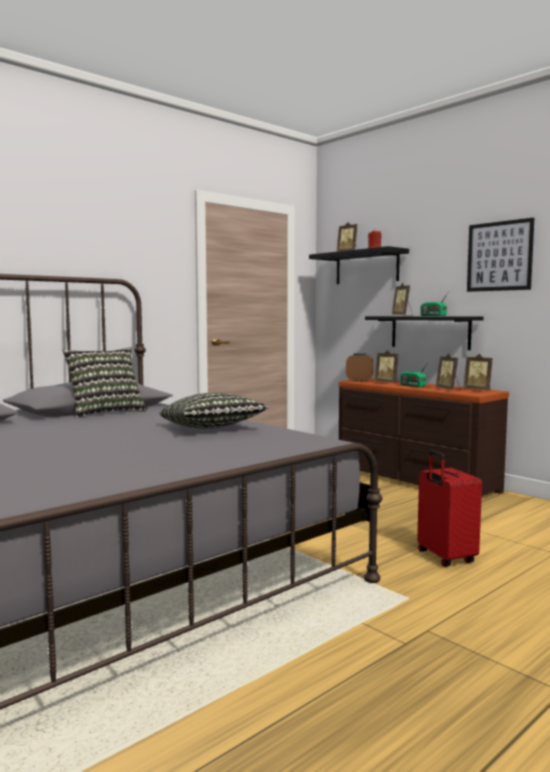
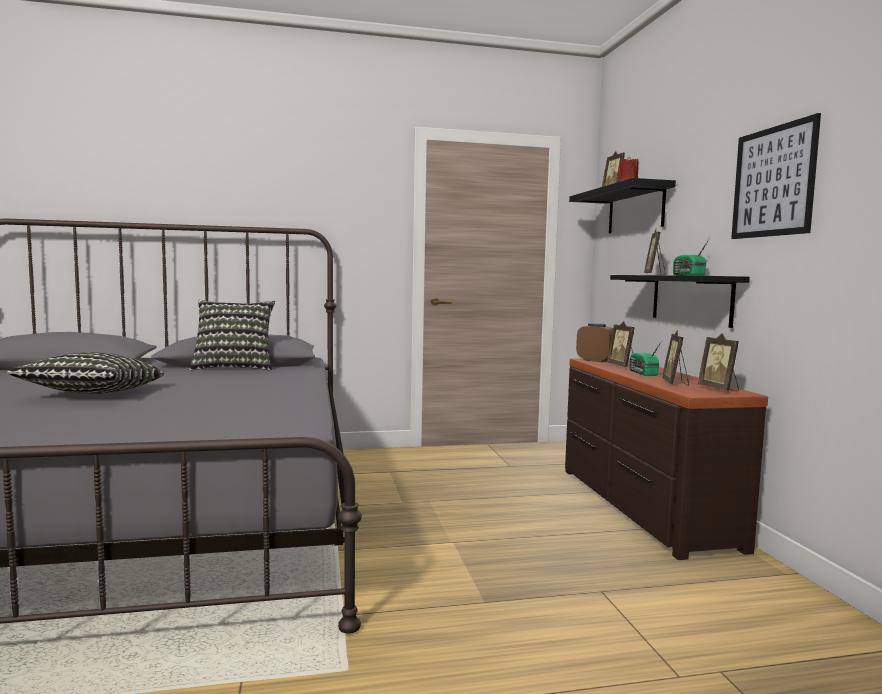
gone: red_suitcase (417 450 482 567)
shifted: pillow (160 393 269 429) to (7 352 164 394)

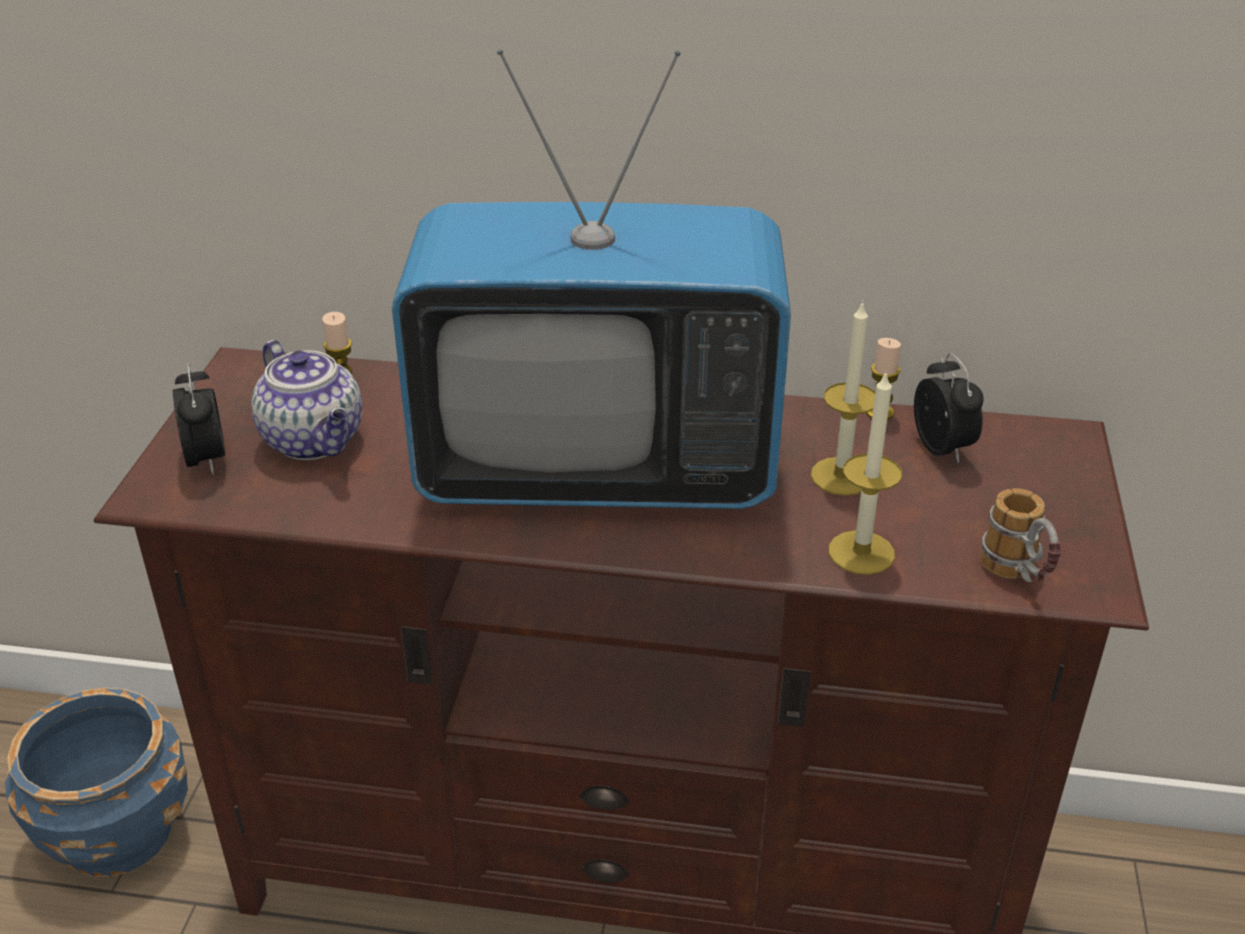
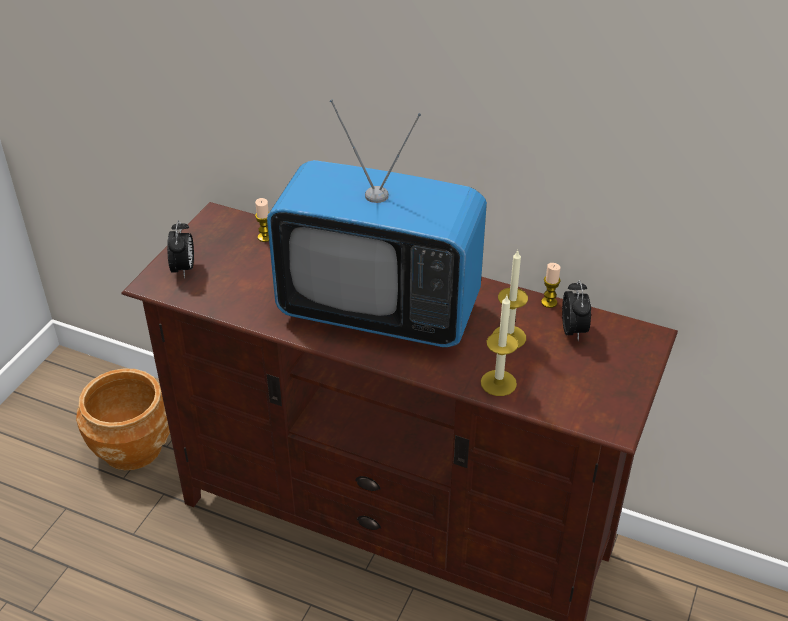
gone: teapot (251 340 362 460); mug (981 488 1061 587)
repainted: blue_planter (5 687 188 877) to brown_planter (76 368 170 470)

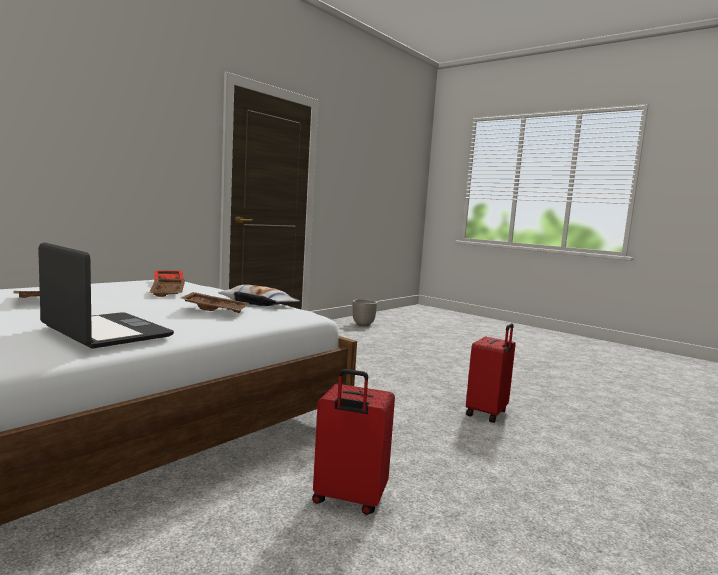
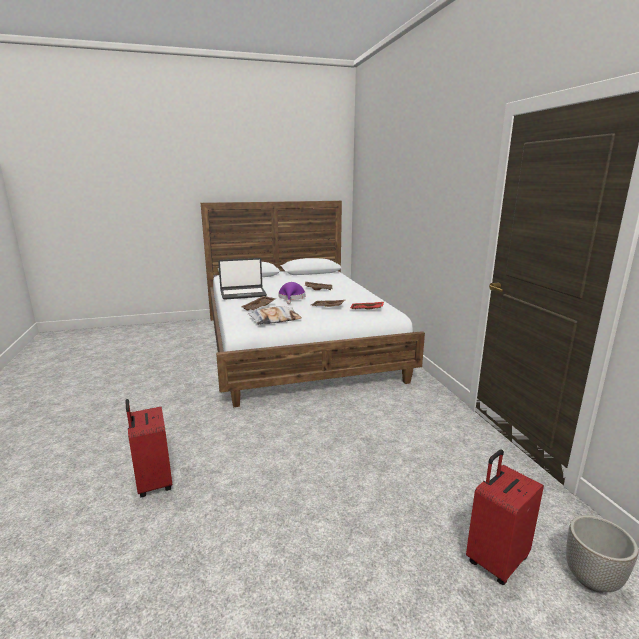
new: purple_hat (278 282 305 304)
shifted: red_suitcase (312 369 395 515) to (466 449 544 585)

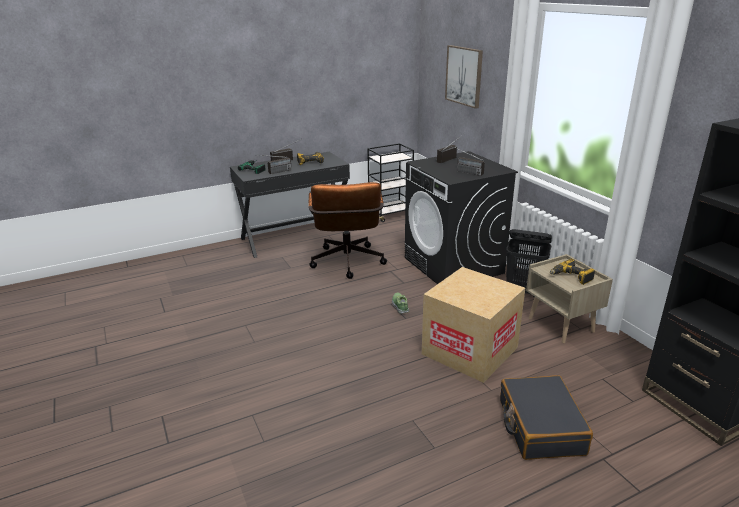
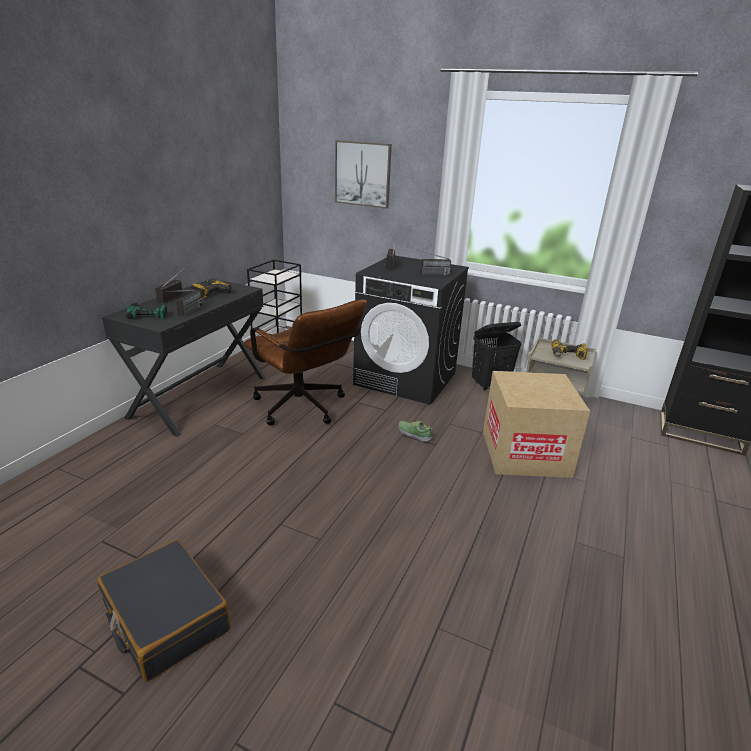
shifted: black_suitcase (500 375 593 460) to (97 539 230 682)

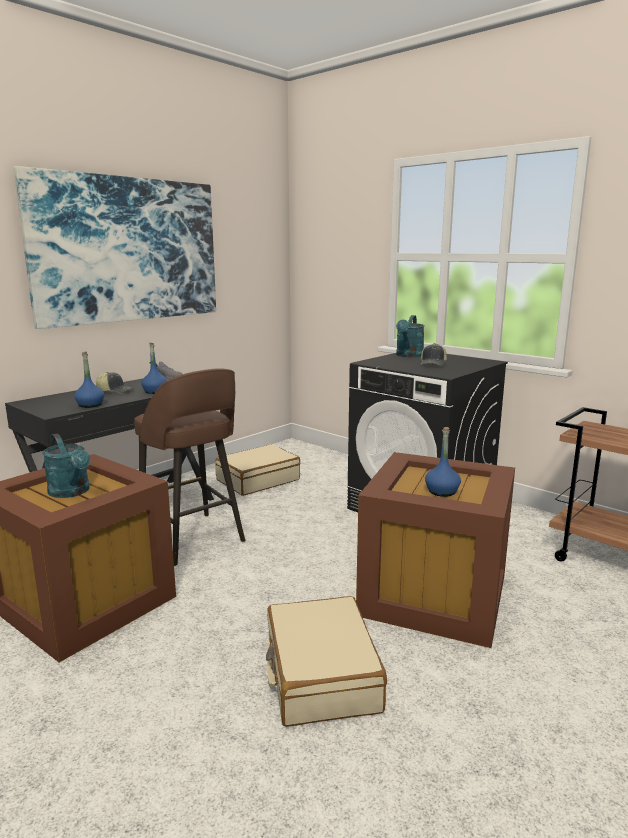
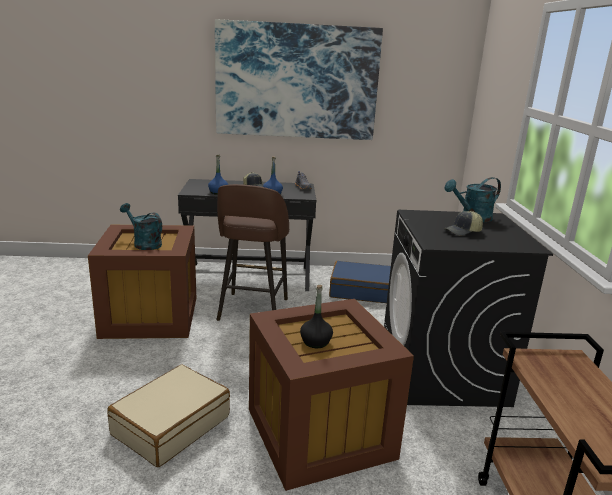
repainted: blue_bottle (425 427 461 497) to black_bottle (300 285 333 348); beige_suitcase (215 444 300 496) to blue_suitcase (329 261 391 303)
rotated: turquoise_watering_can (42 434 90 498) = (120 203 162 250) 120 degrees clockwise

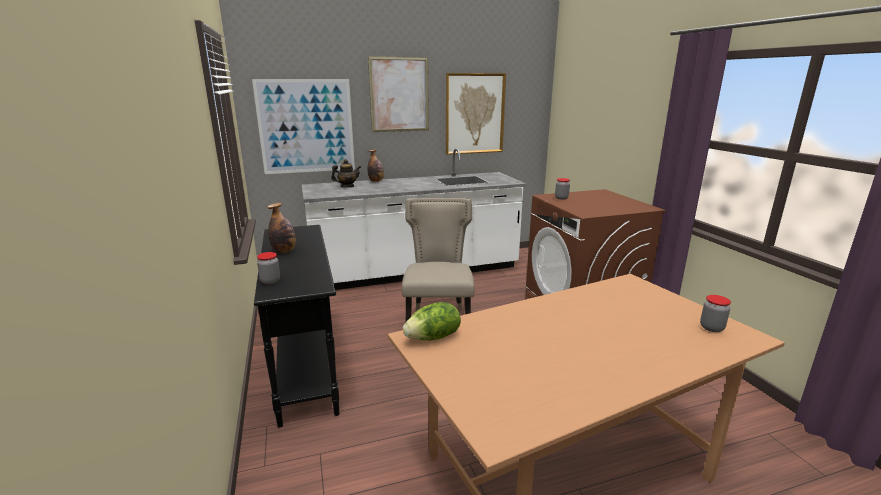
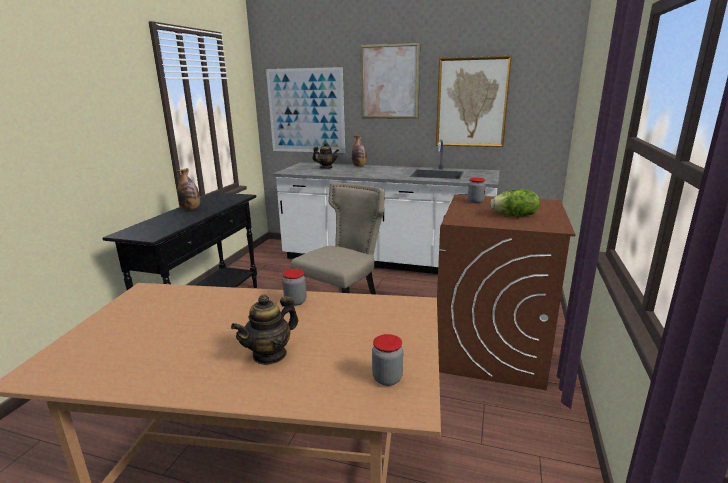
new: teapot (231 294 298 365)
shifted: jar (257 252 280 284) to (283 269 307 306); lettuce (403 302 461 341) to (490 189 540 217)

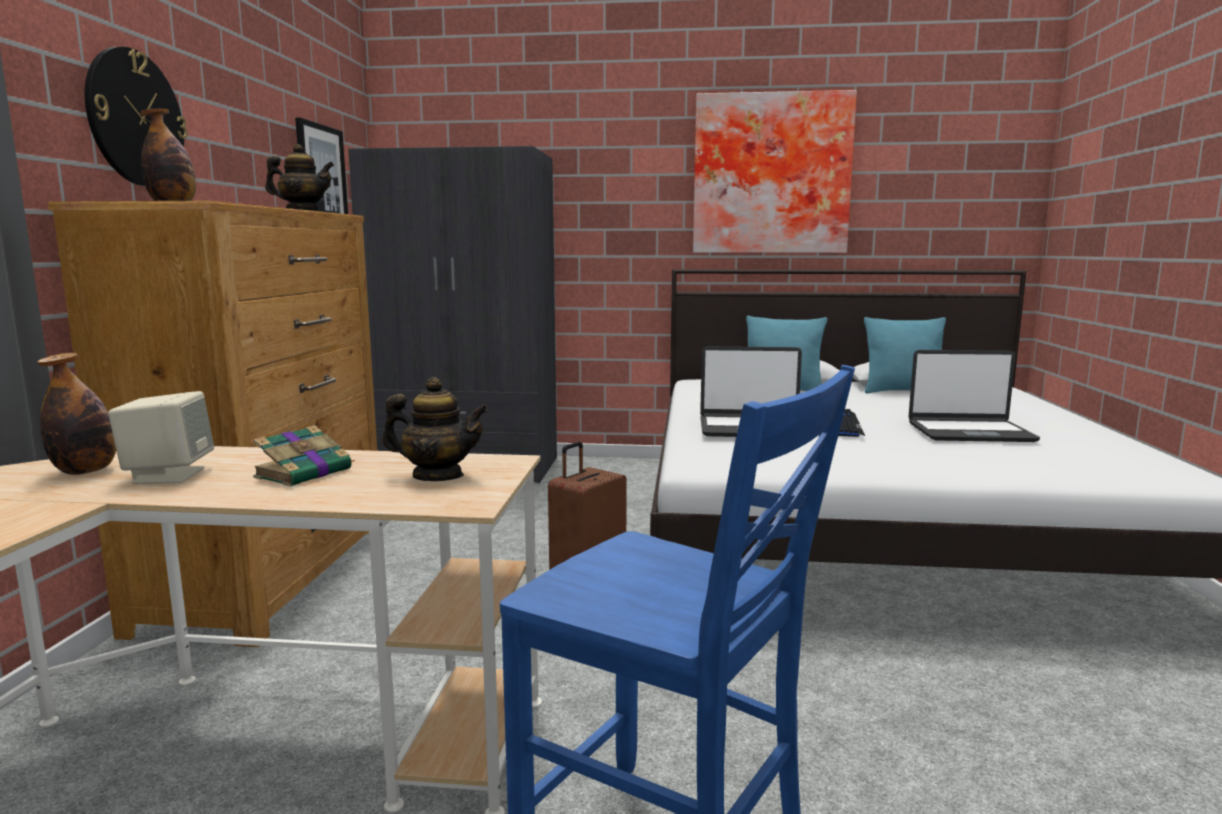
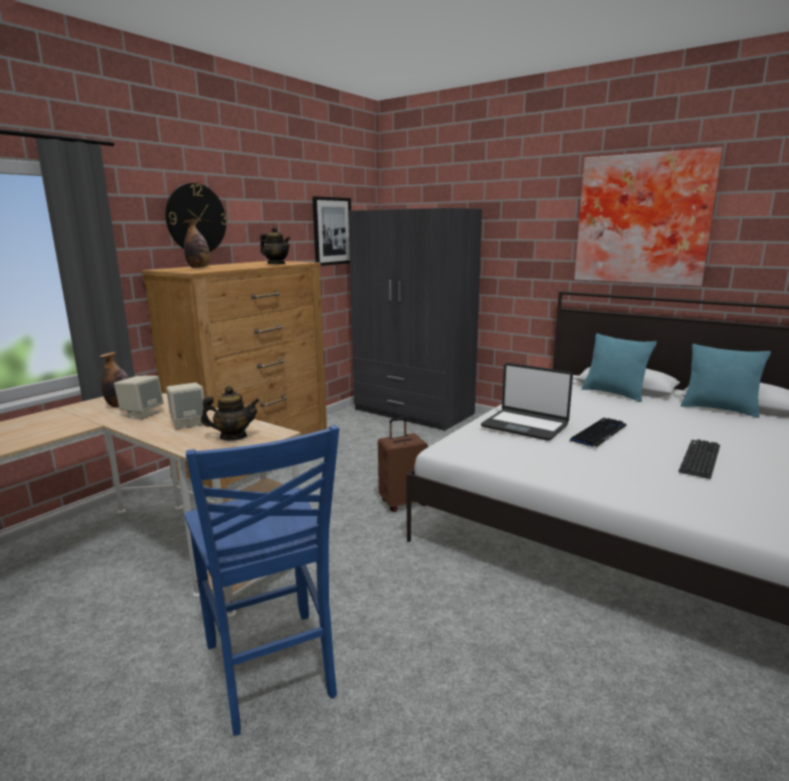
swapped: book (253 425 355 487) to beige_speaker (166 383 204 429); laptop (909 350 1040 442) to keyboard (678 439 720 479)
rotated: teapot (382 377 489 481) = (201 386 260 441) 45 degrees counterclockwise

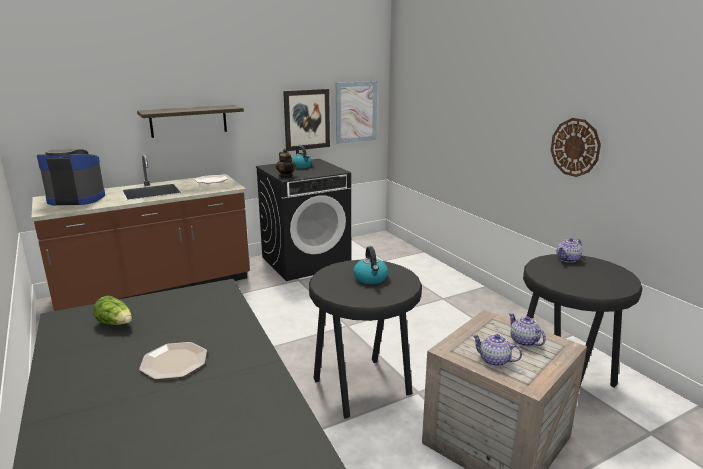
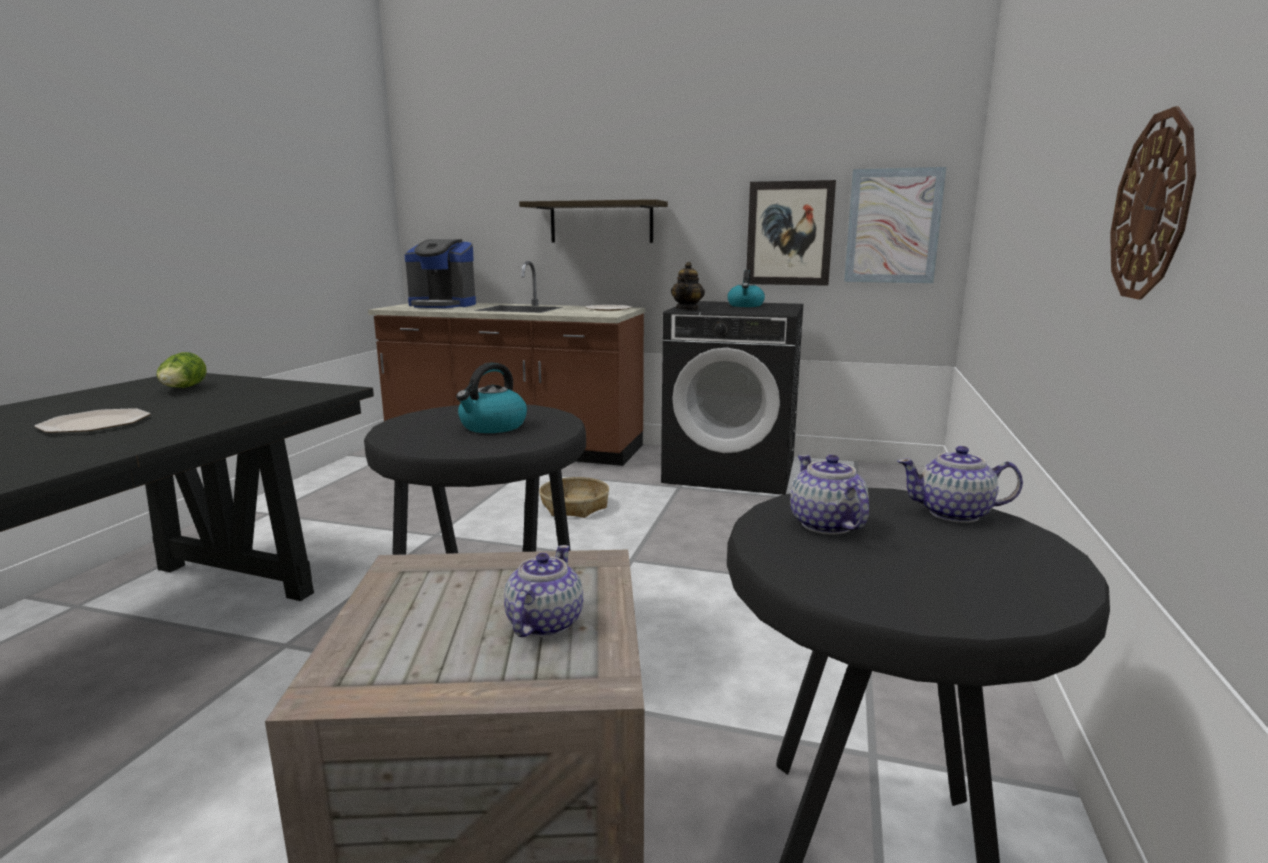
new: basket (539 477 609 518)
shifted: teapot (472 334 522 367) to (790 455 869 535)
rotated: coffee_machine (37 149 105 205) = (404 239 476 308) 150 degrees clockwise

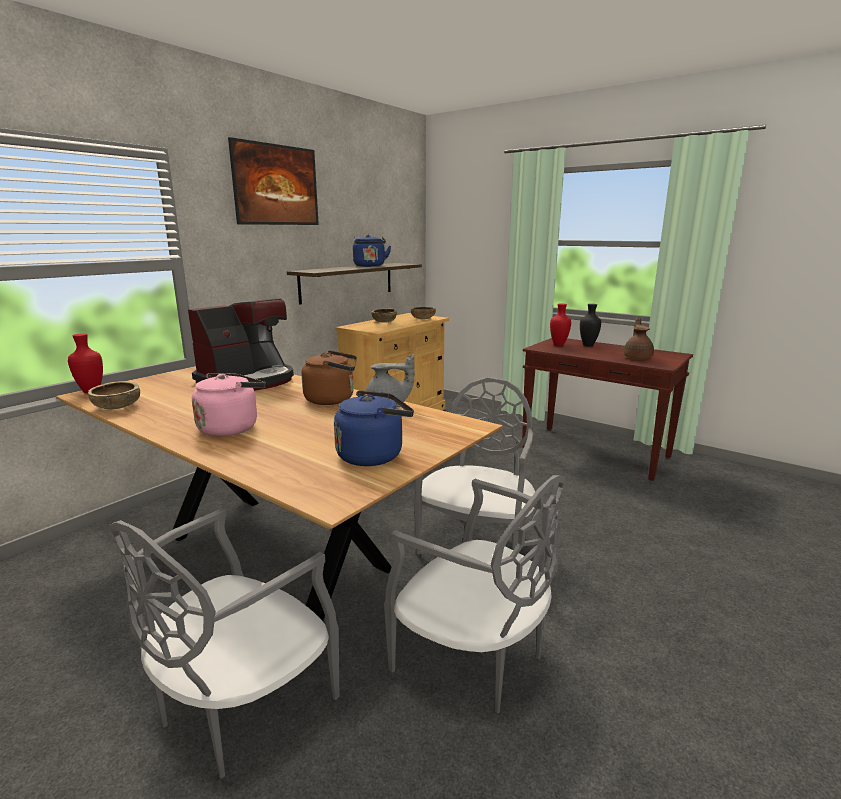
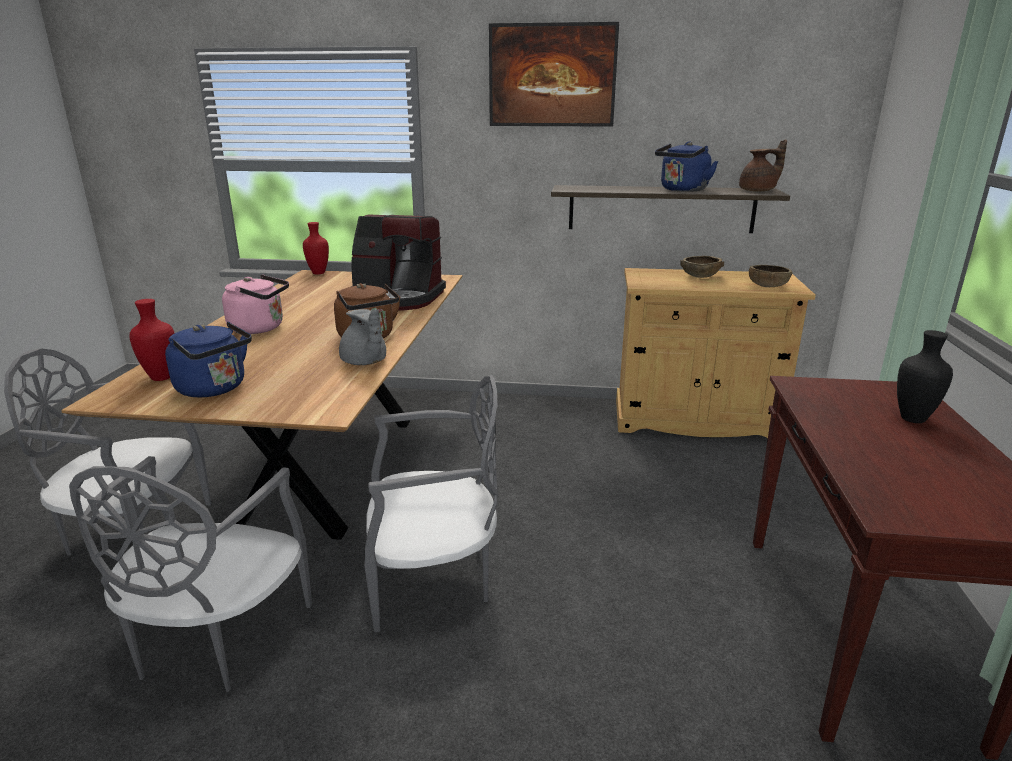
gone: brown_bowl (88 381 140 410)
shifted: red_vase (550 304 571 346) to (129 299 175 381); brown_teapot (624 317 654 359) to (739 139 787 191)

